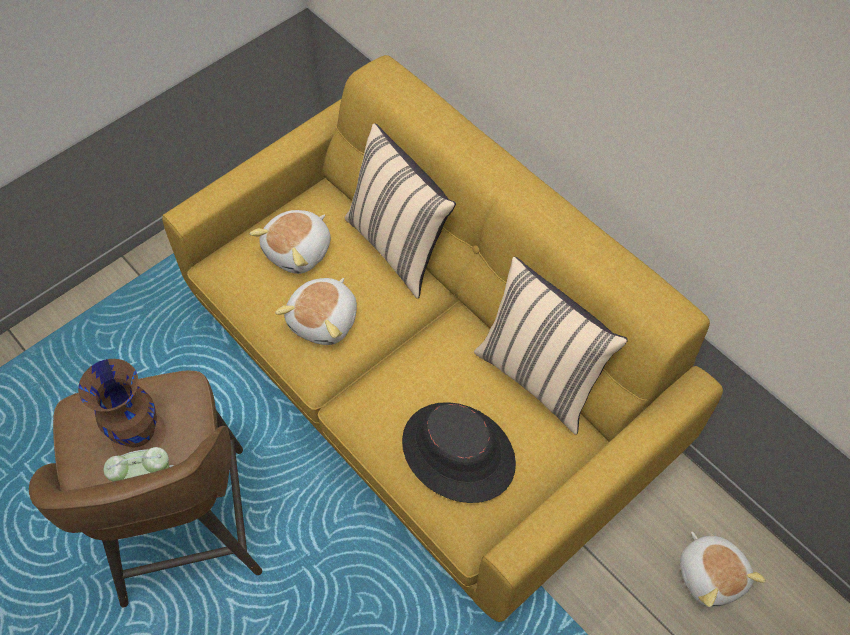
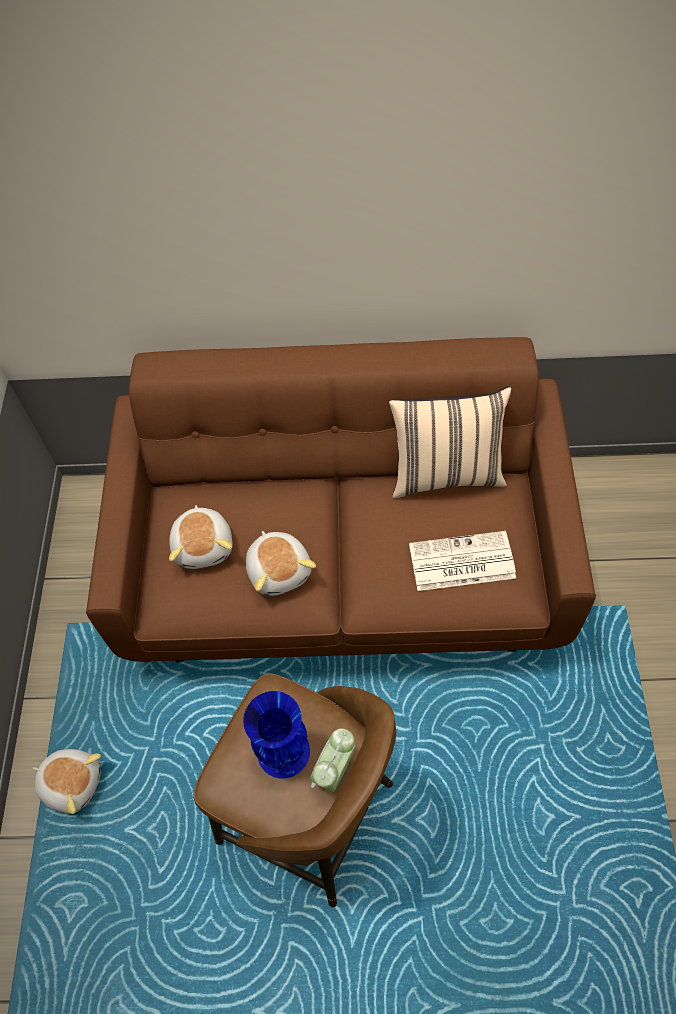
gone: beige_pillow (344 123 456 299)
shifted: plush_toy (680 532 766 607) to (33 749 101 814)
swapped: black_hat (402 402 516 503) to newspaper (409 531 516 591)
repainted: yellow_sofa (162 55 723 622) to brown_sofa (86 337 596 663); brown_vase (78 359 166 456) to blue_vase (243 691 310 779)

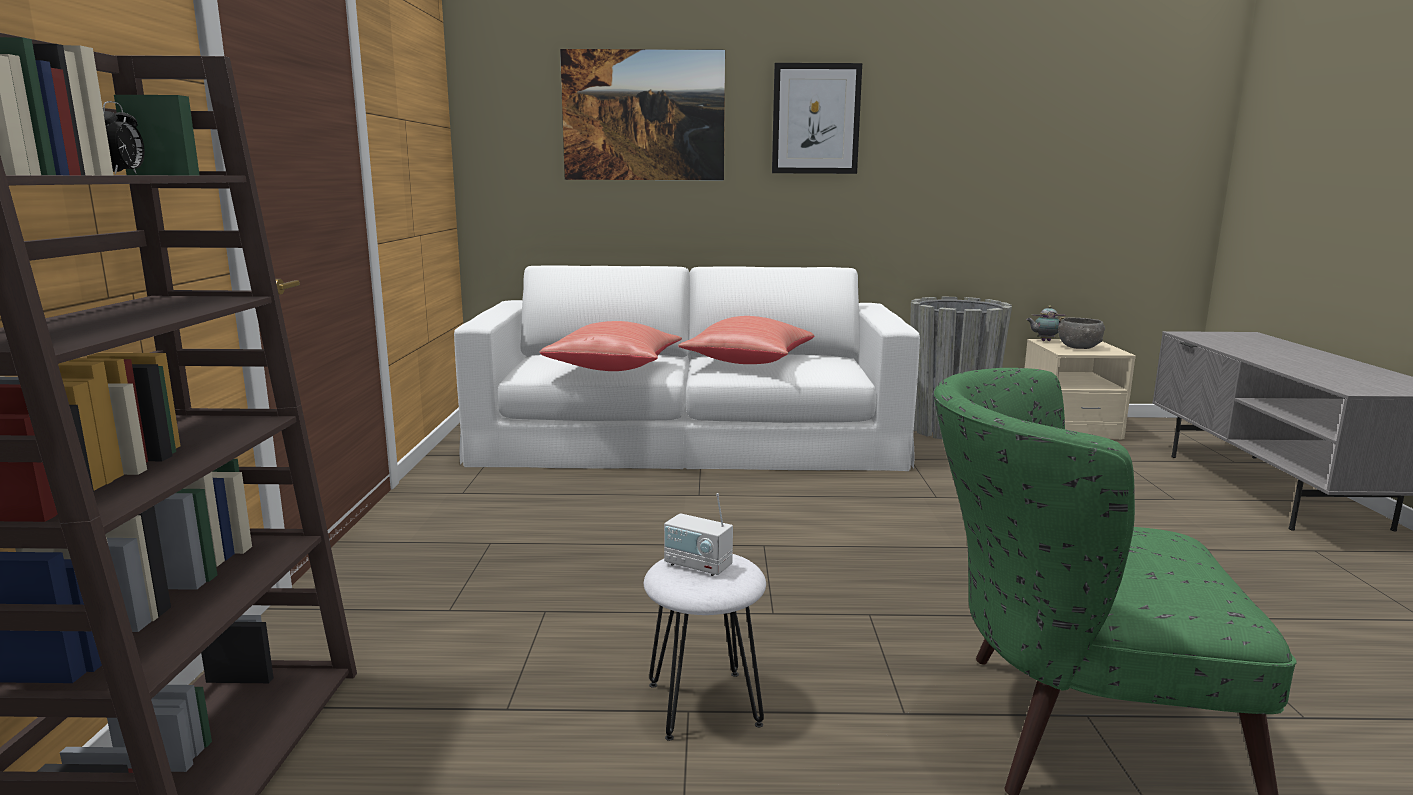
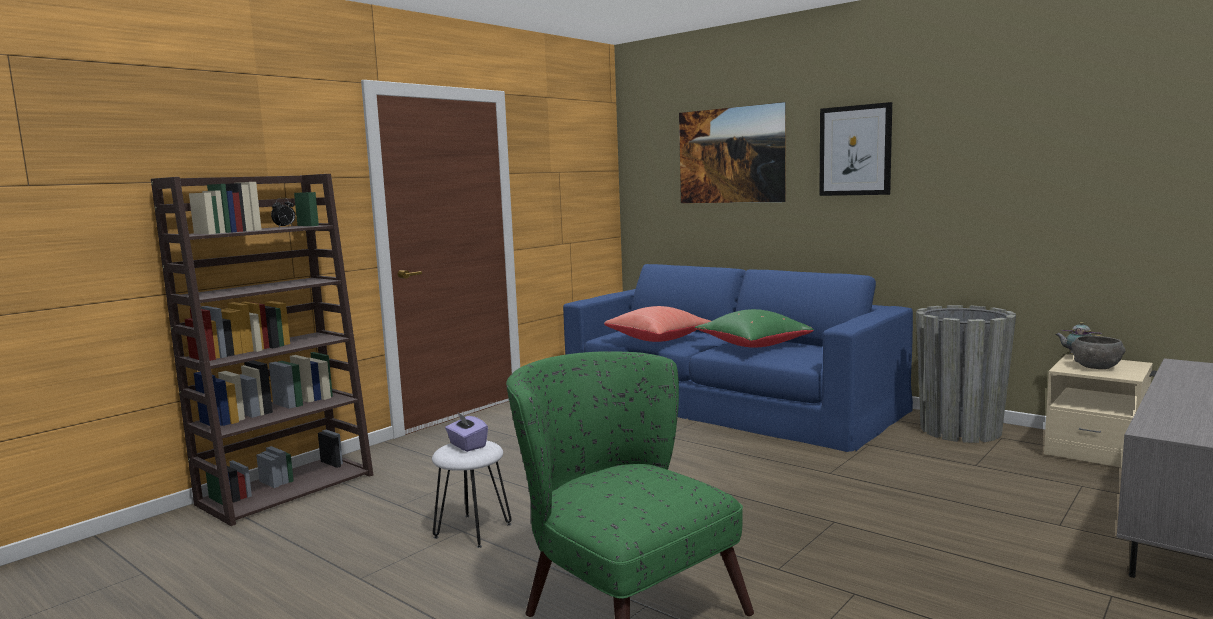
swapped: radio (664 493 733 576) to purple_tissue_box (445 413 488 452)
repainted: white_sofa (454 265 920 471) to blue_sofa (563 264 913 452); red_pillow (678 316 814 364) to green_pillow (695 309 814 348)

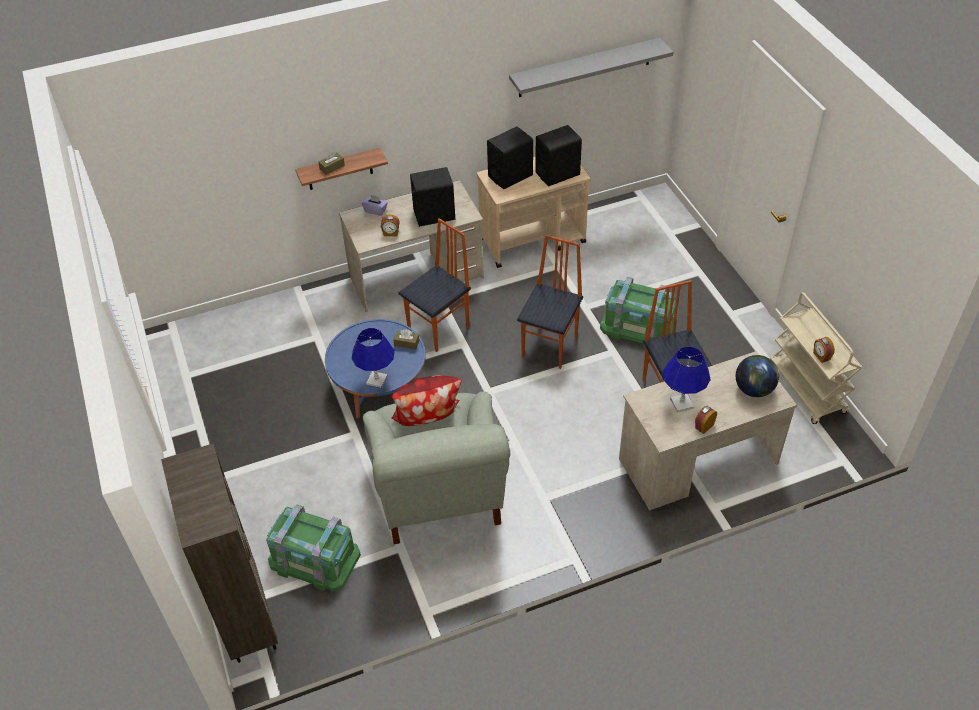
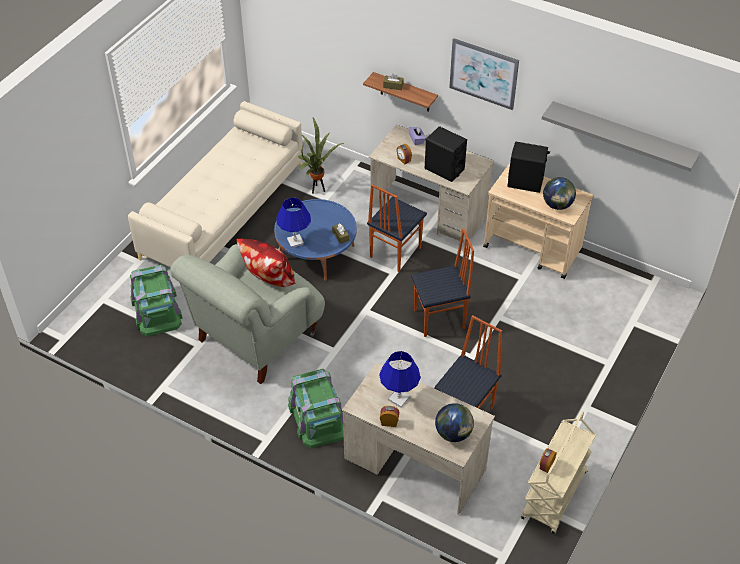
gone: brown_bookcase (161 443 278 663)
new: beige_sofa (128 101 303 267); potted_plant (298 118 344 194); picture (449 38 519 110)
shifted: green_storage_box (600 277 677 346) to (288 369 344 448)
swapped: black_speaker (535 125 582 186) to globe (543 177 576 210)
rotated: chair (399 218 471 352) = (367 184 427 272) 120 degrees clockwise

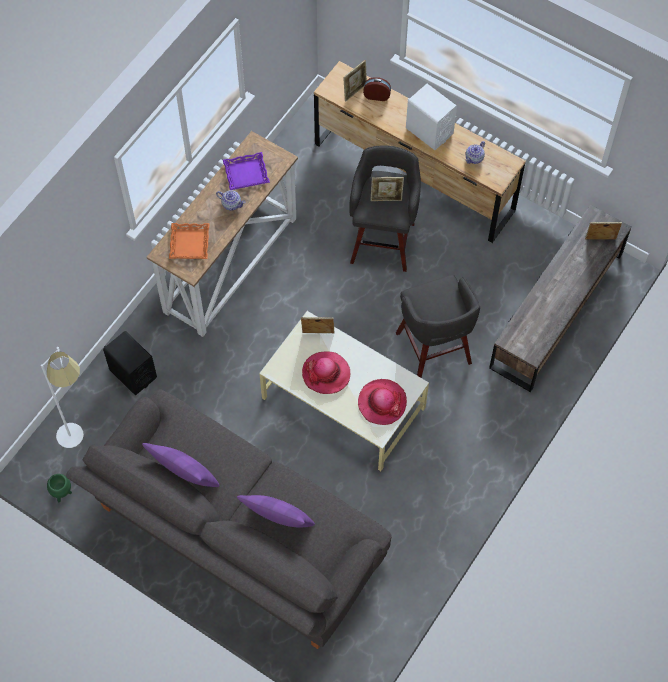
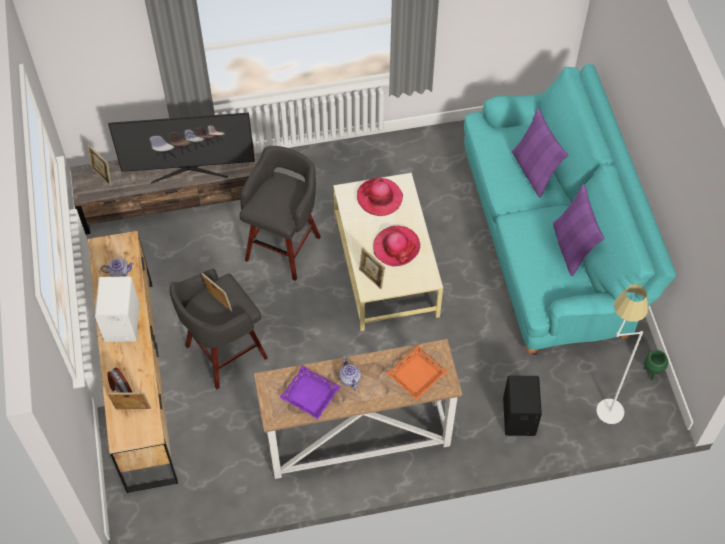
new: television (108 113 255 183)
repainted: grey_sofa (66 389 392 649) to turquoise_sofa (464 64 676 355)

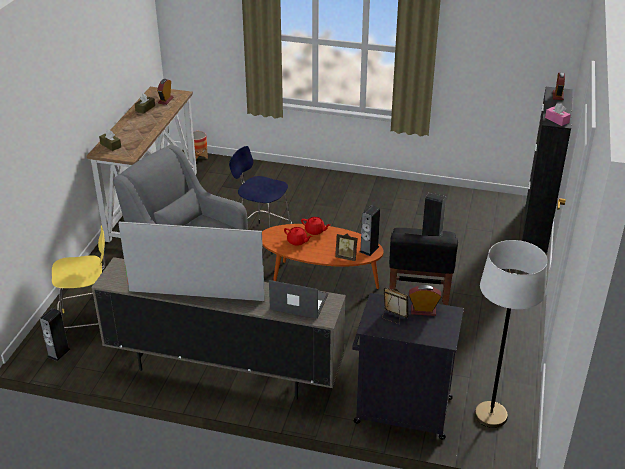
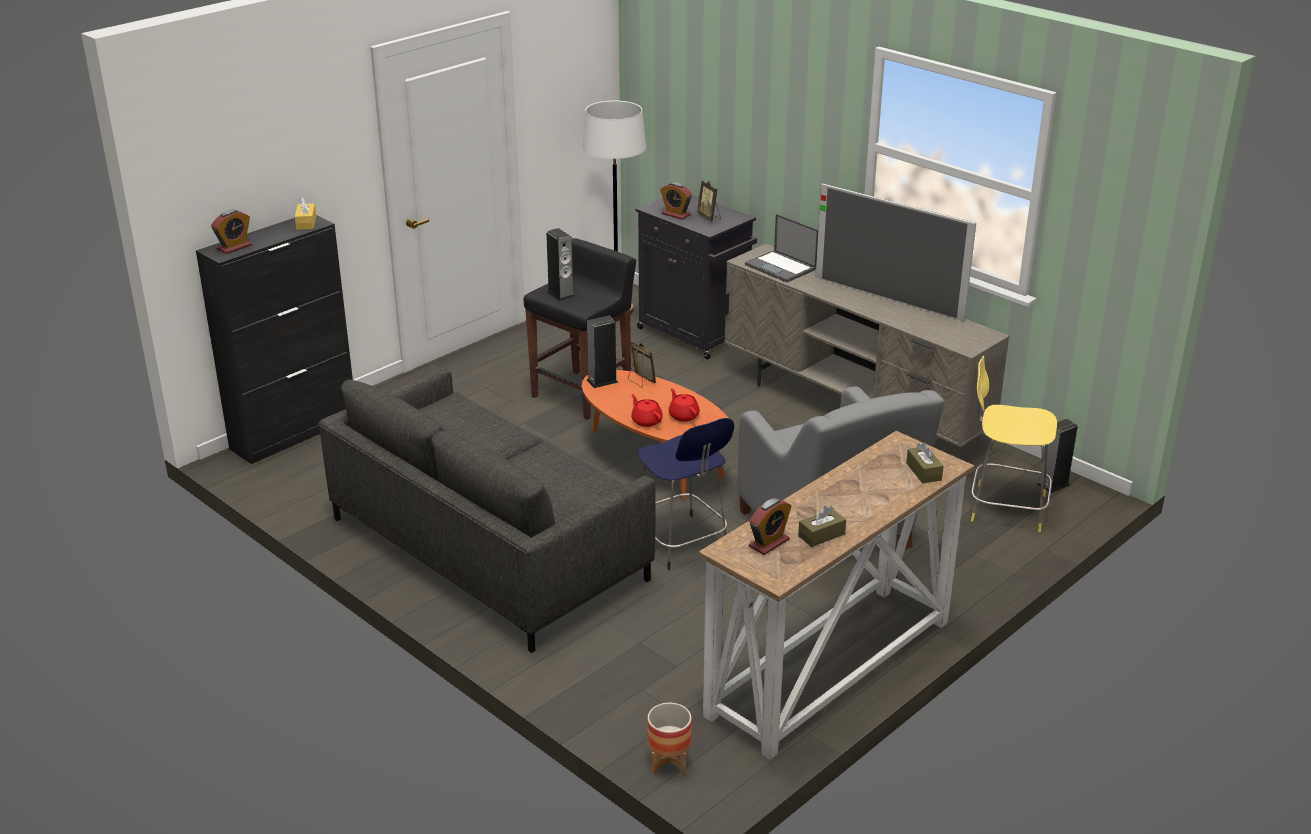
new: grey_sofa (319 367 656 653)
repainted: pink_tissue_box (545 103 571 126) to yellow_tissue_box (295 197 316 230)

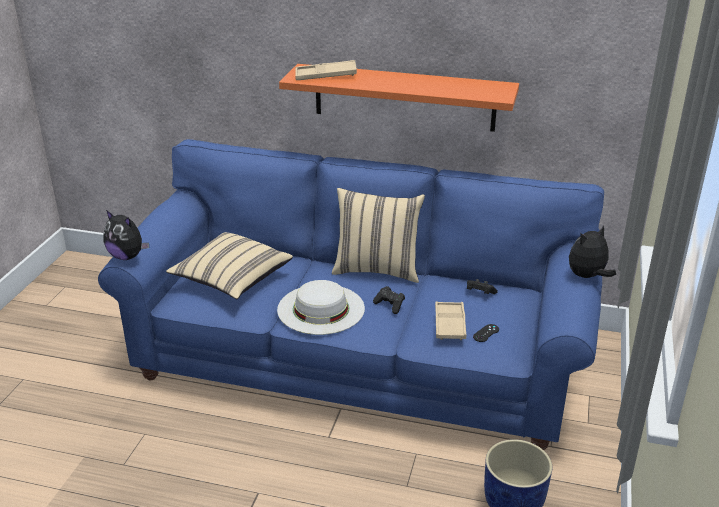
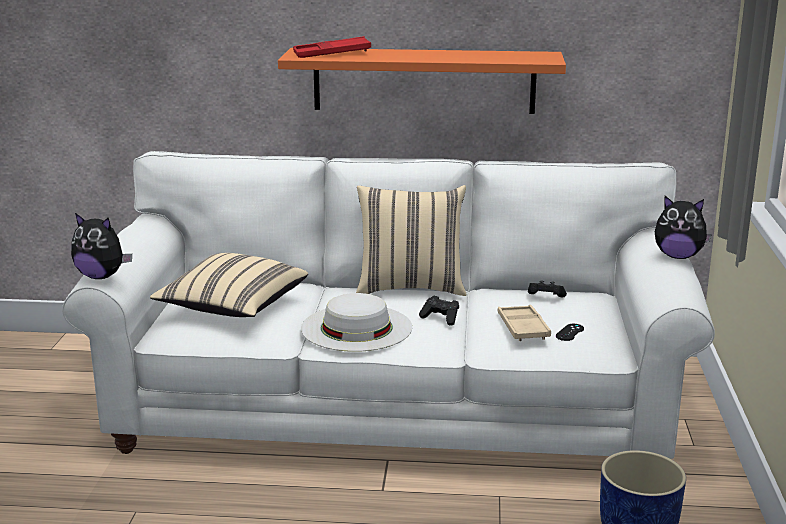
repainted: blue_sofa (98 139 604 450) to white_sofa (62 151 715 459); beige_tray (295 60 357 80) to red_tray (293 36 371 58)
rotated: plush_toy (569 225 616 278) = (655 196 712 259) 120 degrees counterclockwise

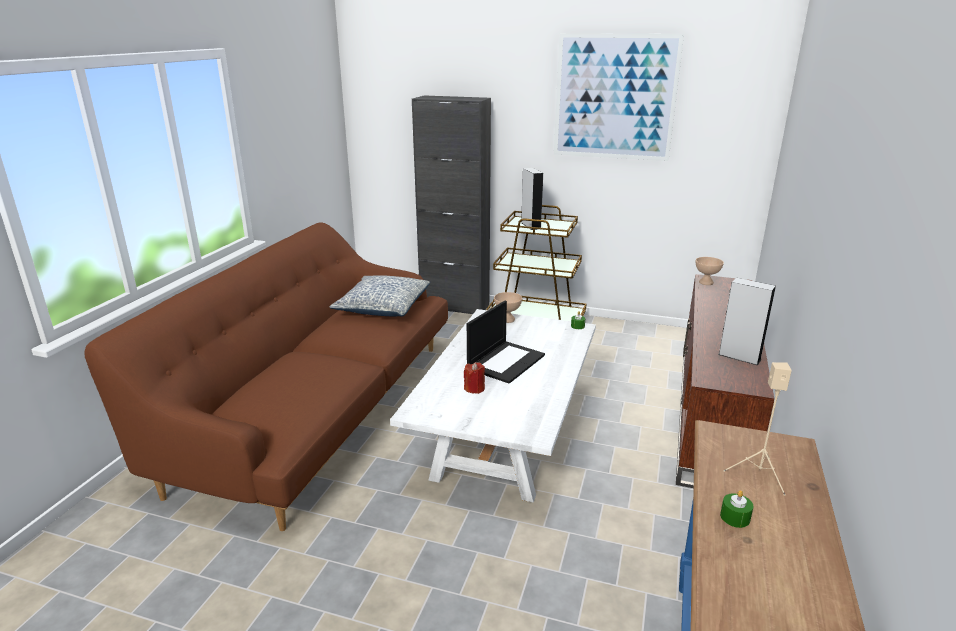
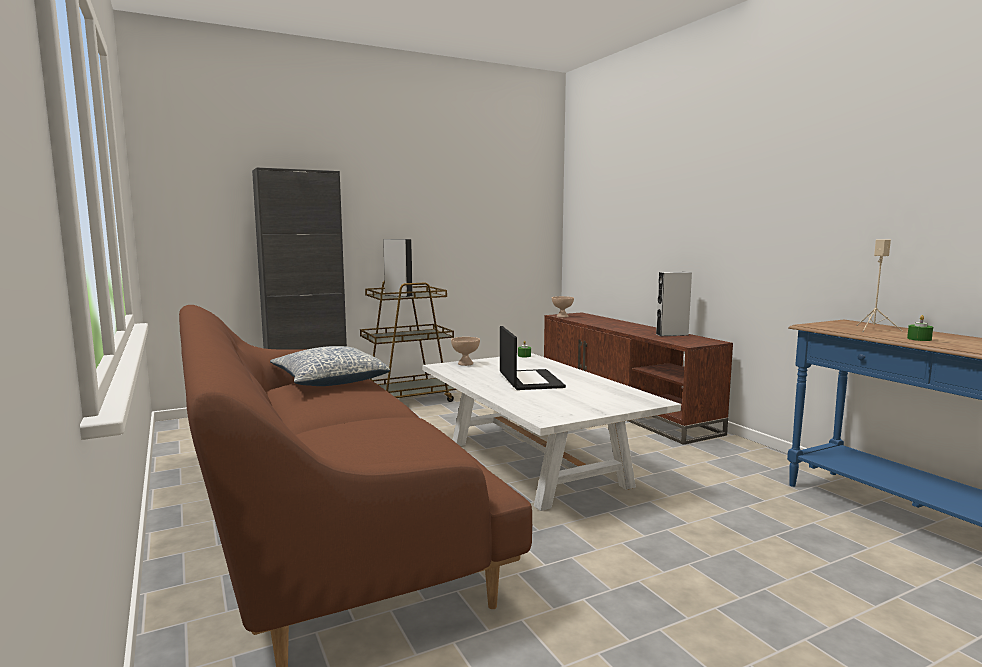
gone: red_candle (464 362 485 394); picture (554 33 684 161)

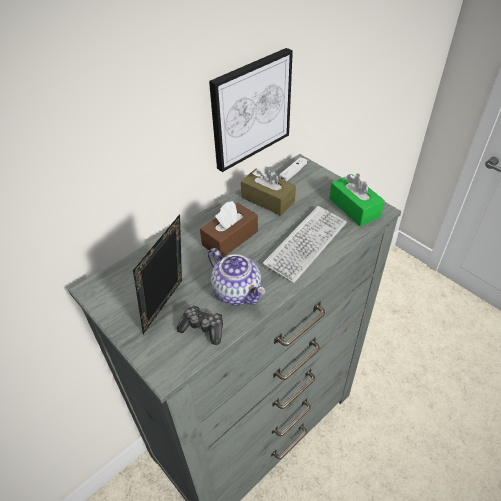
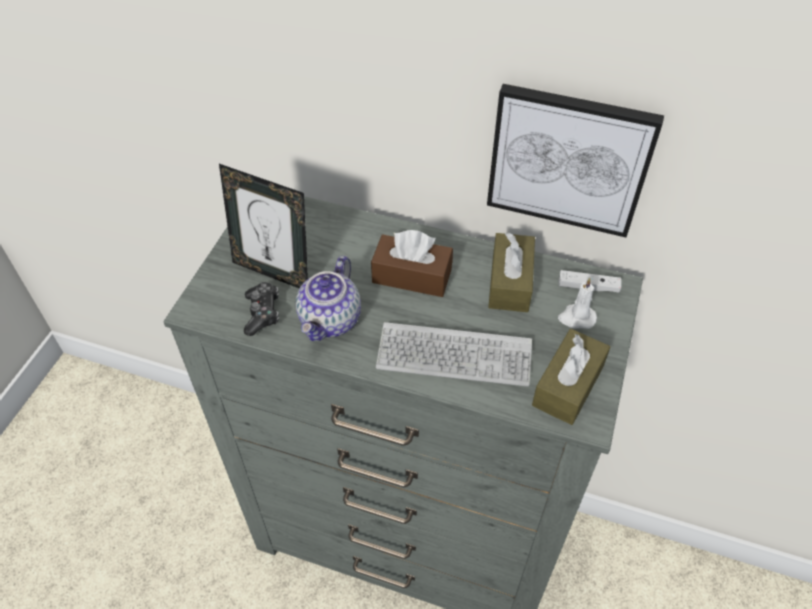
new: white_candle (558 278 597 329)
repainted: green_tissue_box (329 174 385 227) to brown_tissue_box (532 329 610 425)
rotated: picture_frame (133 214 182 334) = (219 164 308 288) 150 degrees counterclockwise

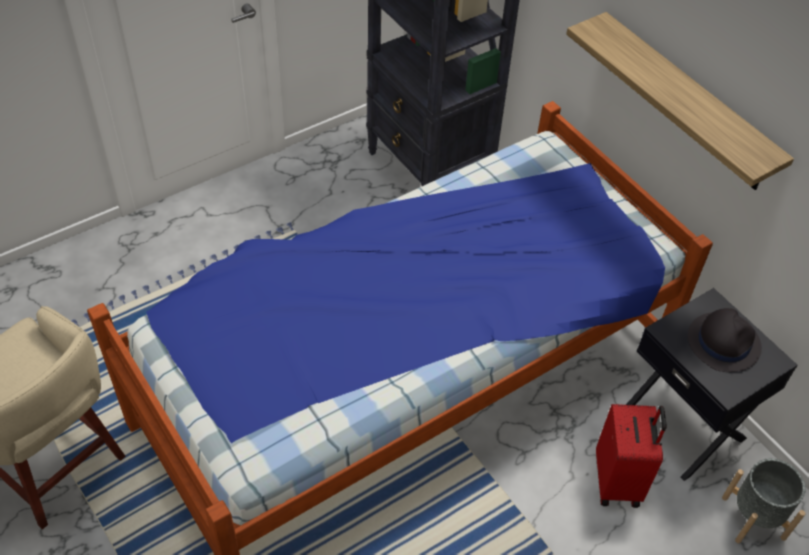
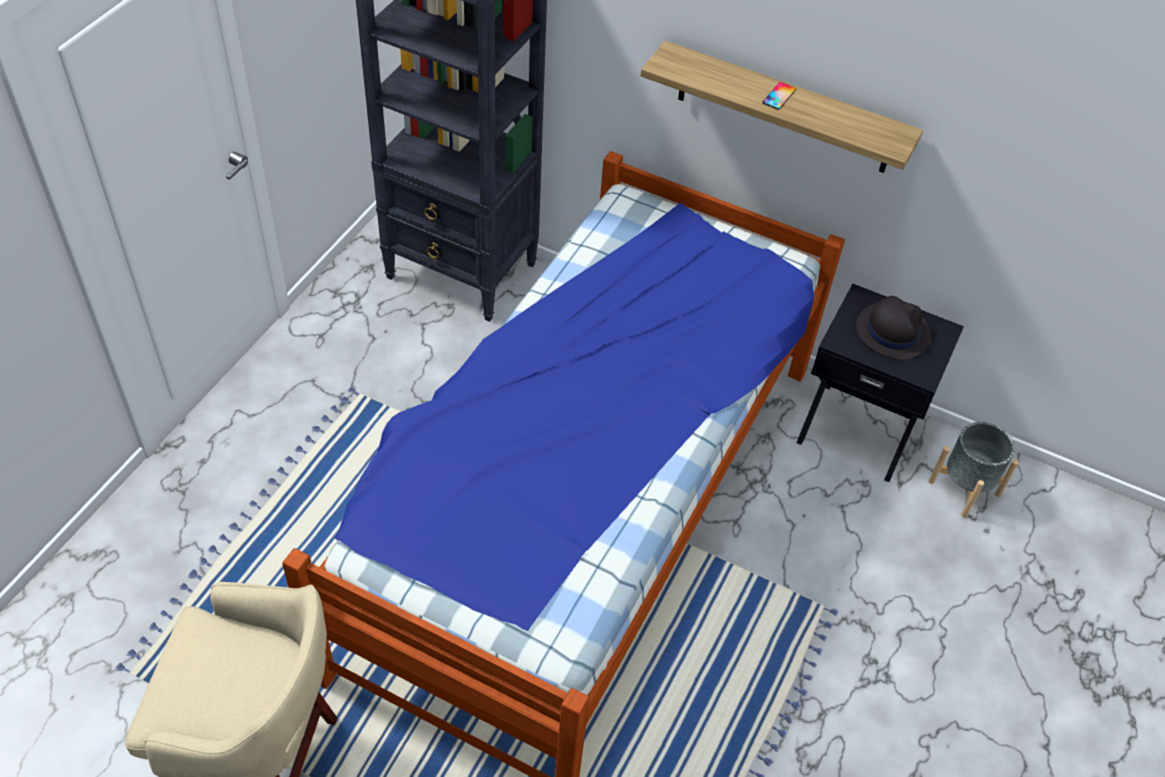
gone: red_suitcase (596 404 666 508)
new: phone (762 82 796 110)

